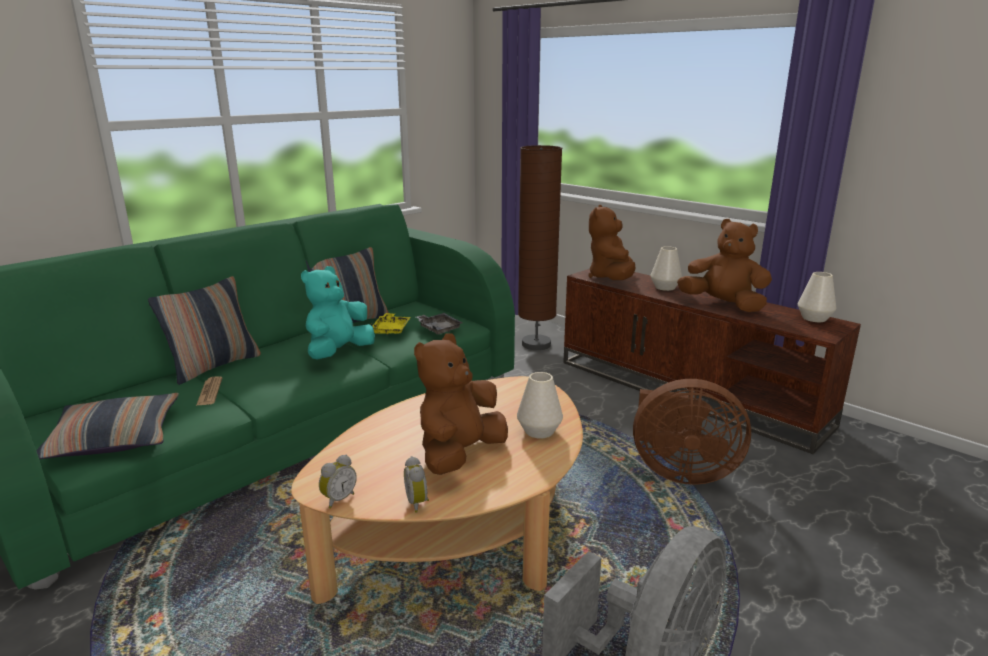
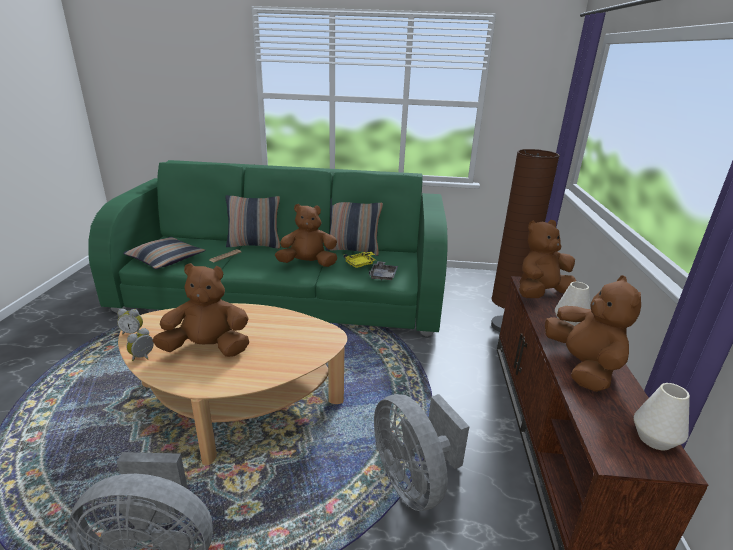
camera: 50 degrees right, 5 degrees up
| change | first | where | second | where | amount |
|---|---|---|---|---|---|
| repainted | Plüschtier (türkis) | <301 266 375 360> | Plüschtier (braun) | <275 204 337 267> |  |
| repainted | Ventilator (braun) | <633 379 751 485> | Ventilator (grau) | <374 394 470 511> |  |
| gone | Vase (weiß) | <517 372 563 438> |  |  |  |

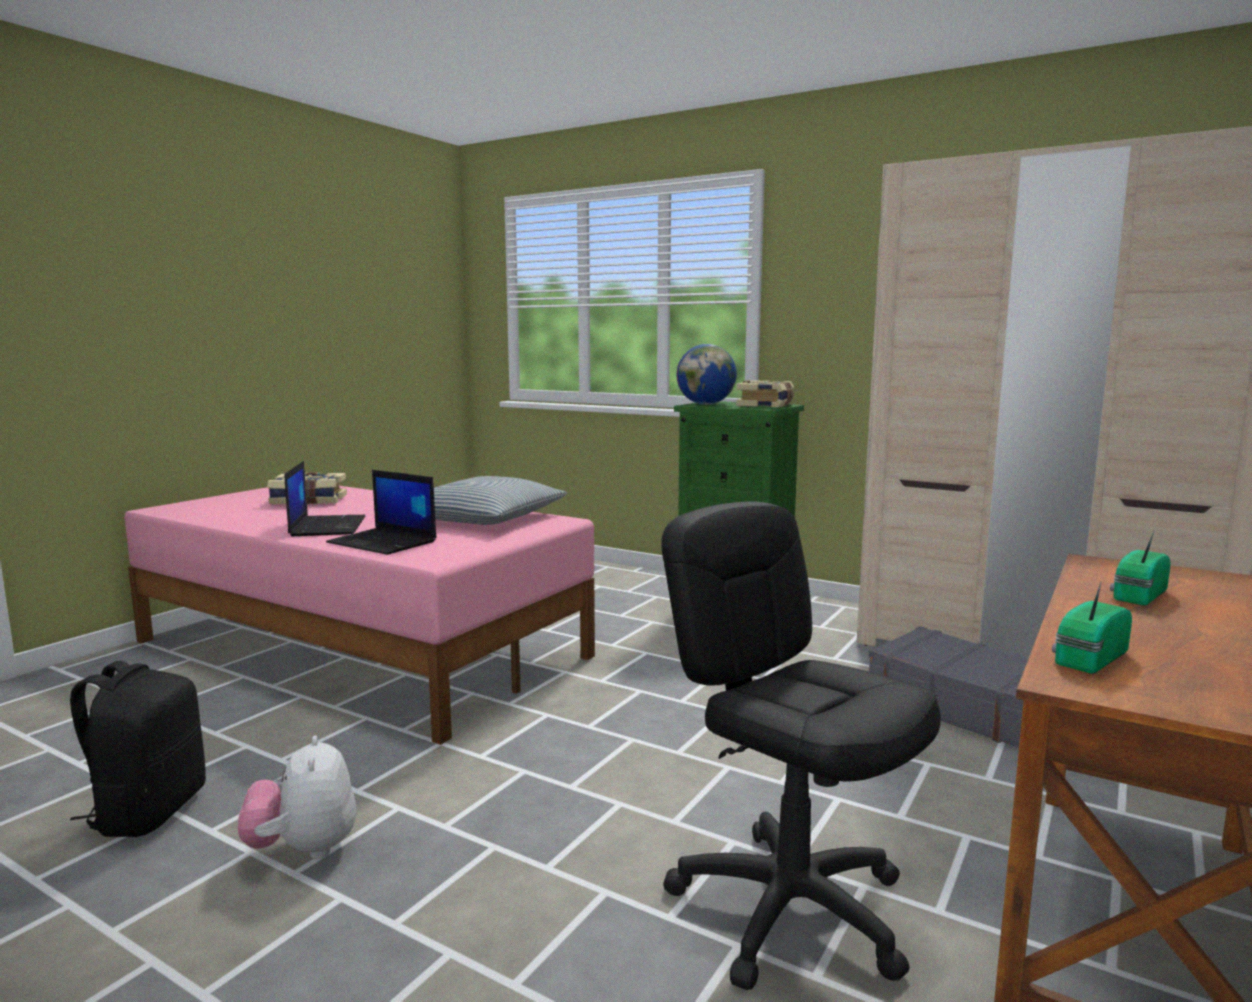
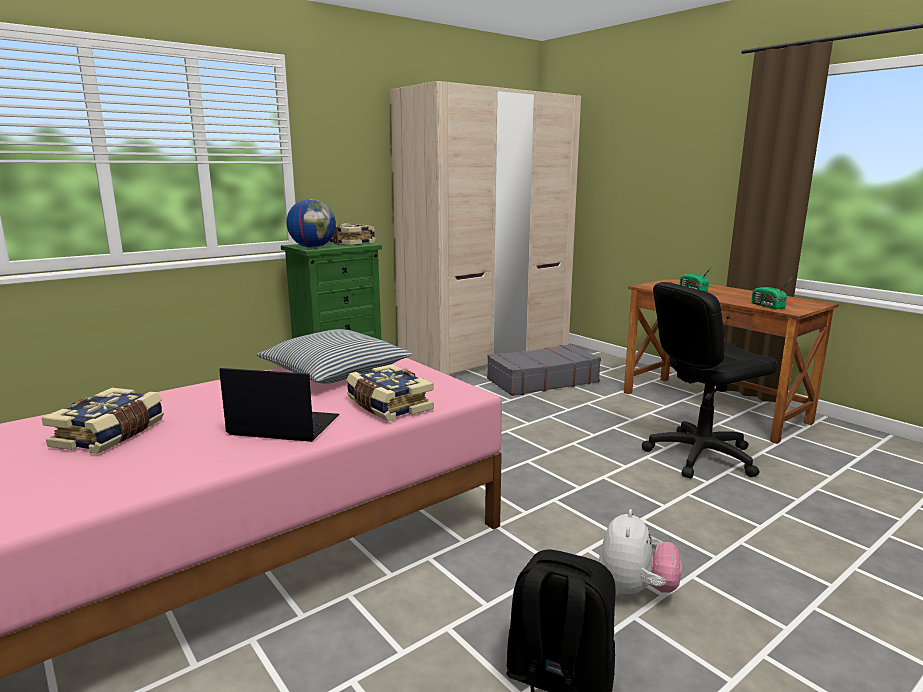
camera: 70 degrees left, 5 degrees up
| change | first | where | second | where | amount |
|---|---|---|---|---|---|
| swapped | Laptop | <326 470 436 555> | Buch | <346 364 434 422> |  |
| rotated | Plüschtier | <238 736 356 859> |  | <598 509 681 598> | 75 degrees counterclockwise |

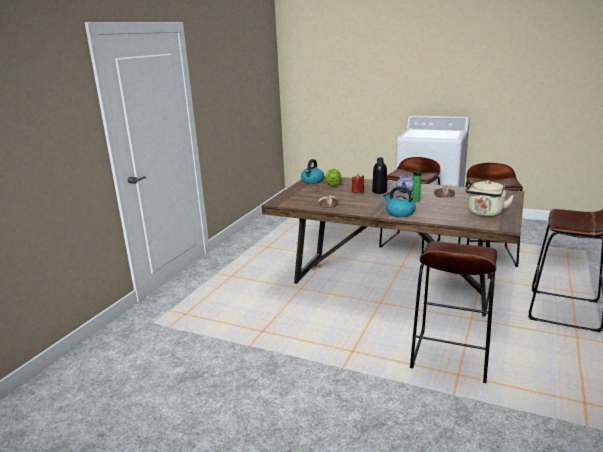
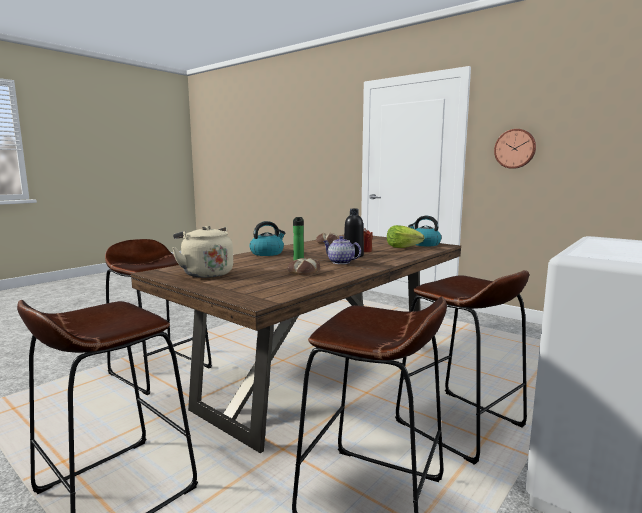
camera: 105 degrees right, 10 degrees down
| change | first | where | second | where | amount |
|---|---|---|---|---|---|
| new |  |  | Wanduhr | <494 129 536 169> |  |

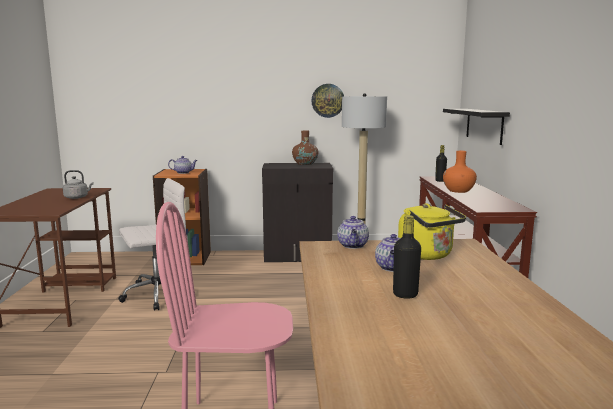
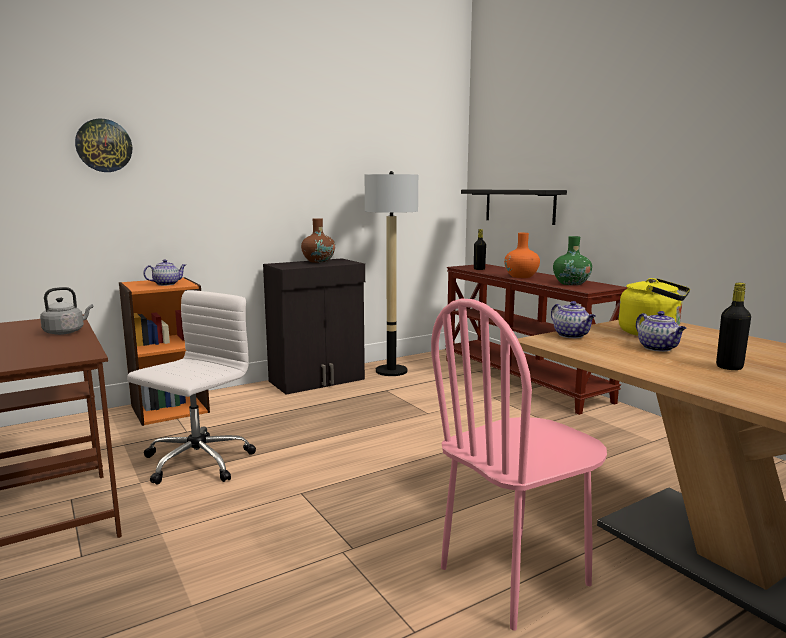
camera: 30 degrees left, 0 degrees up
| change | first | where | second | where | amount |
|---|---|---|---|---|---|
| shifted | Wanduhr | <312 84 344 118> |  | <75 119 132 172> |  |
| new |  |  | Vase (grün) | <553 236 592 285> |  |

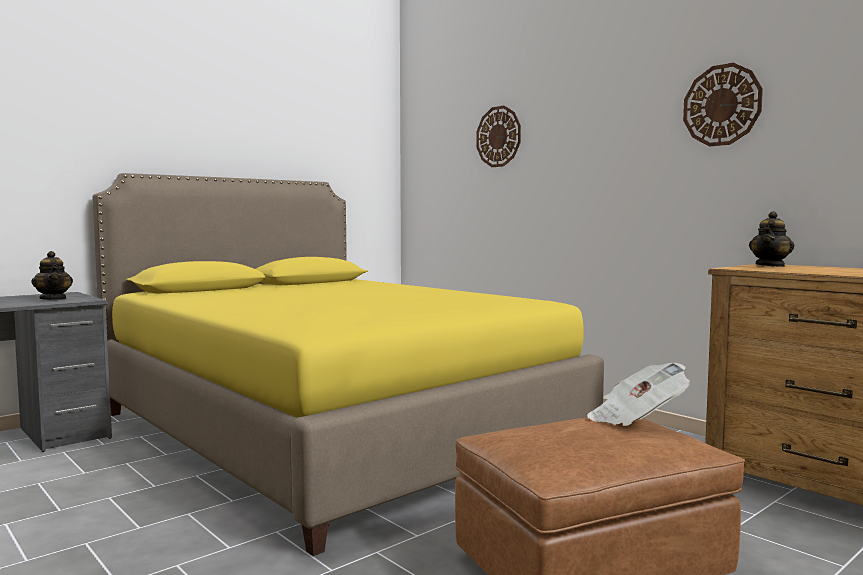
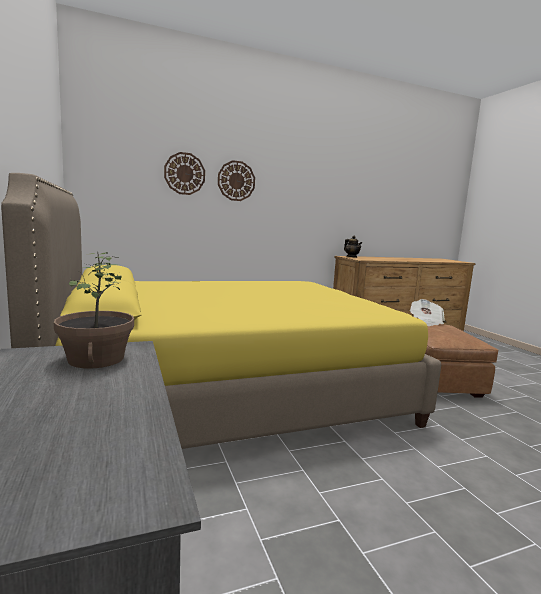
camera: 70 degrees left, 5 degrees up
| change | first | where | second | where | amount |
|---|---|---|---|---|---|
| swapped | Teekanne | <31 251 73 300> | Topfpflanze | <54 252 134 368> |  |
| shifted | Wanduhr | <683 63 763 146> |  | <218 160 255 201> |  |

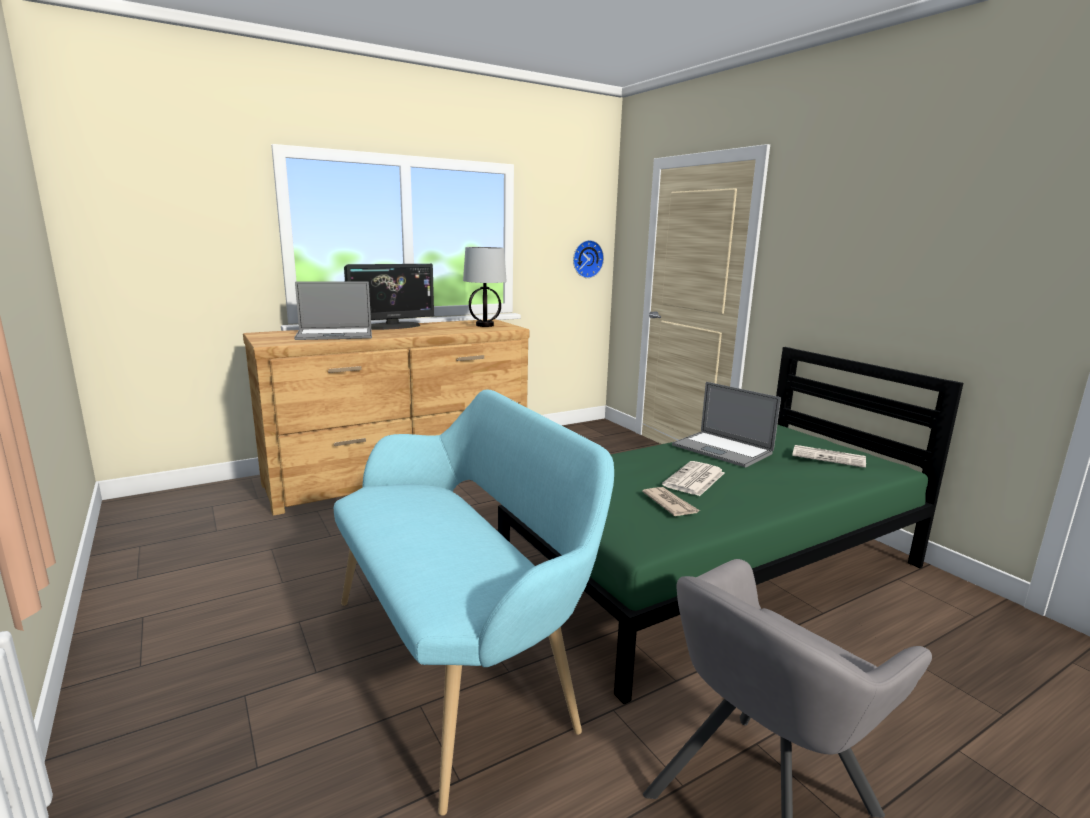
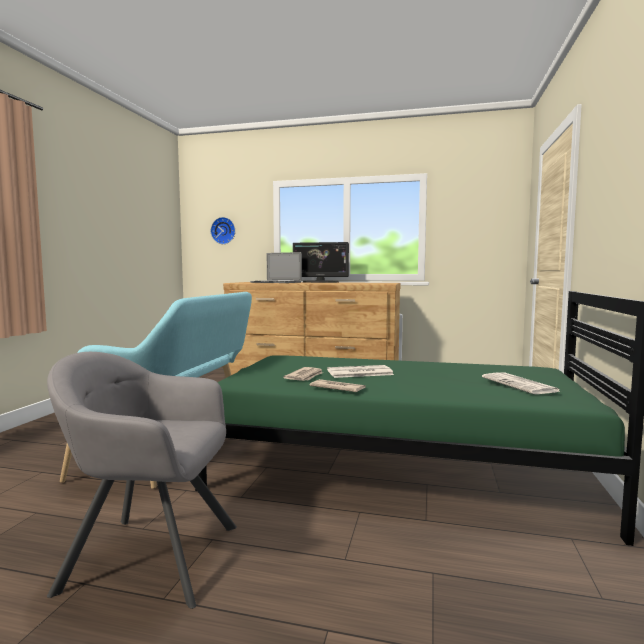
camera: 45 degrees right, 10 degrees down
| change | first | where | second | where | amount |
|---|---|---|---|---|---|
| shifted | Wanduhr | <573 240 604 278> |  | <211 217 235 244> |  |
| new |  |  | Zeitung | <309 379 366 392> |  |
| gone | Tischlampe | <463 247 507 327> |  |  |  |
| gone | Laptop | <672 382 781 468> |  |  |  |

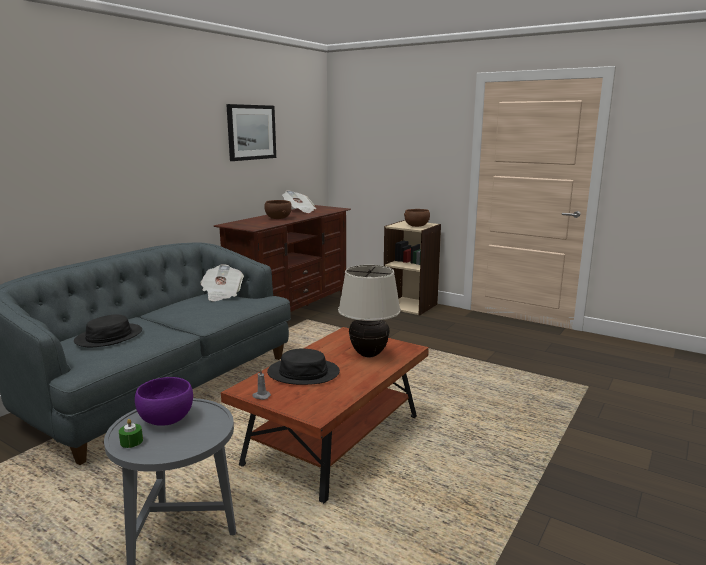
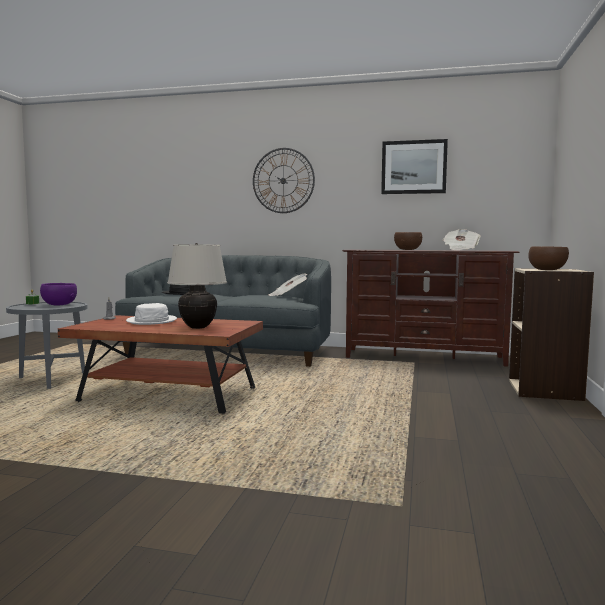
camera: 70 degrees right, 10 degrees down
| change | first | where | second | where | amount |
|---|---|---|---|---|---|
| repainted | Hut (schwarz) | <267 349 340 385> | Hut (weiß) | <126 303 177 325> |  |
| new |  |  | Wanduhr | <253 148 315 213> |  |

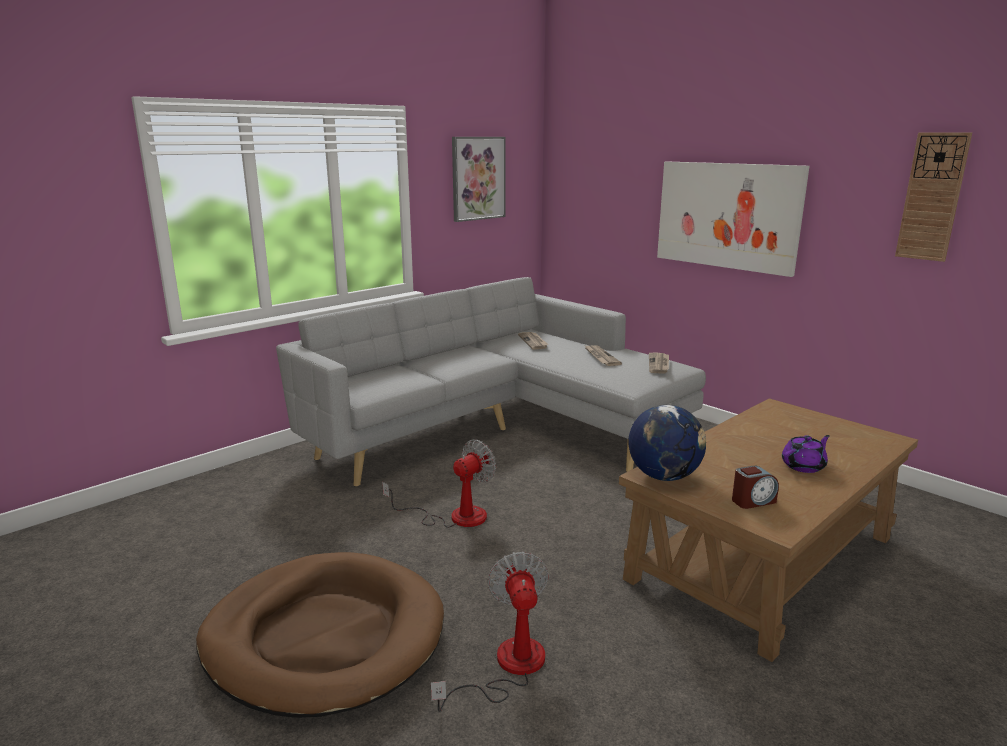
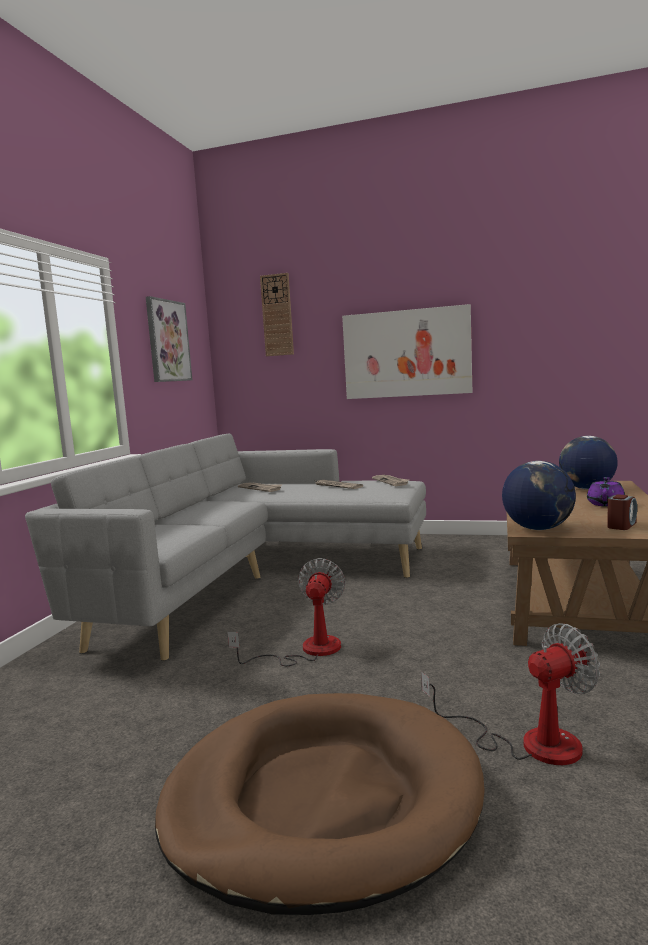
camera: 30 degrees left, 10 degrees down
| change | first | where | second | where | amount |
|---|---|---|---|---|---|
| shifted | Wanduhr | <895 132 972 262> |  | <260 273 294 356> |  |
| rotated | Ventilator | <431 552 548 712> |  | <421 623 600 765> | 105 degrees clockwise |
| new |  |  | Globus | <559 436 618 489> |  |

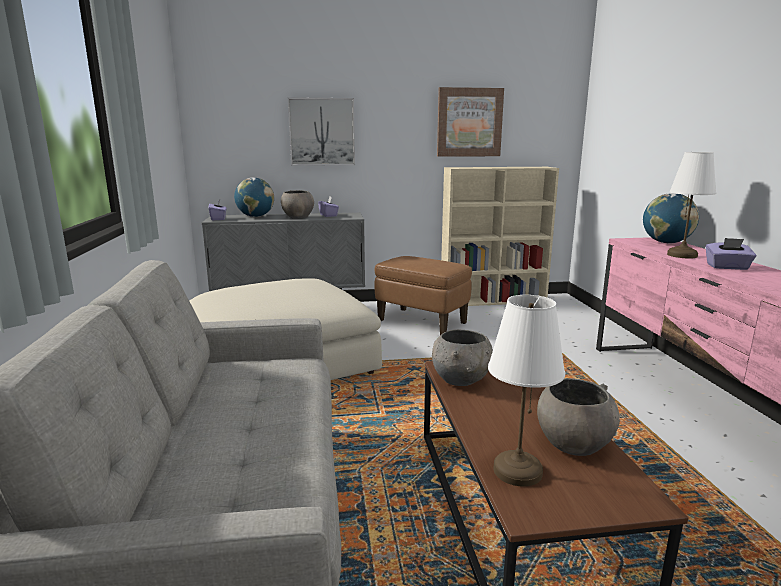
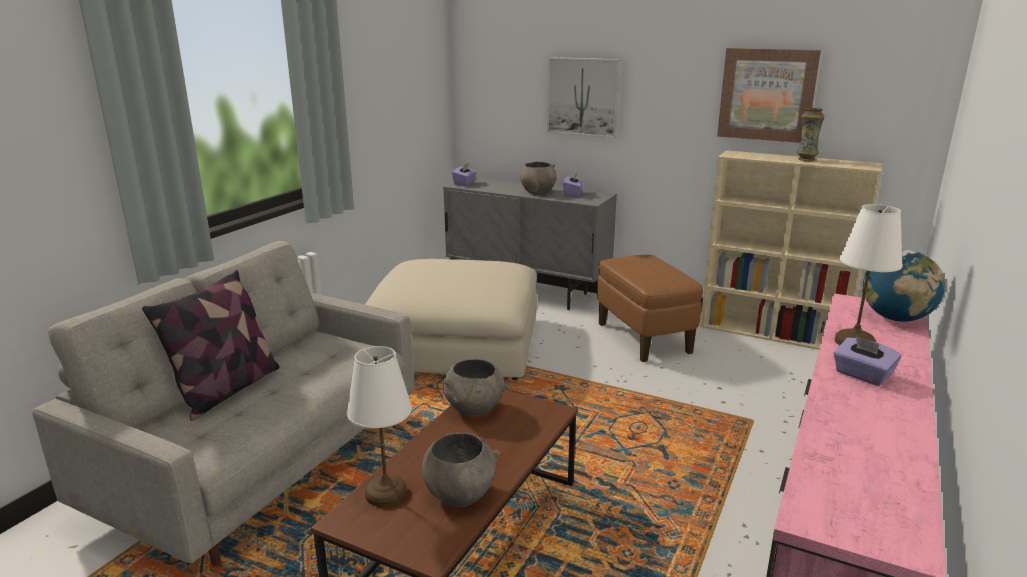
camera: 35 degrees right, 5 degrees up
| change | first | where | second | where | amount |
|---|---|---|---|---|---|
| new |  |  | Kissen | <142 270 280 421> |  |
| new |  |  | Vase | <797 108 825 161> |  |
| gone | Globus | <234 177 274 217> |  |  |  |

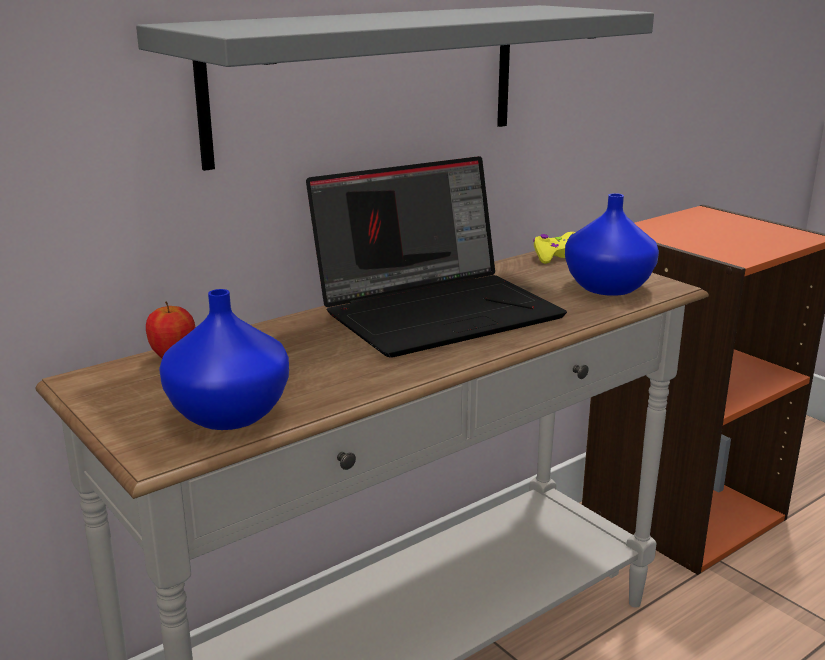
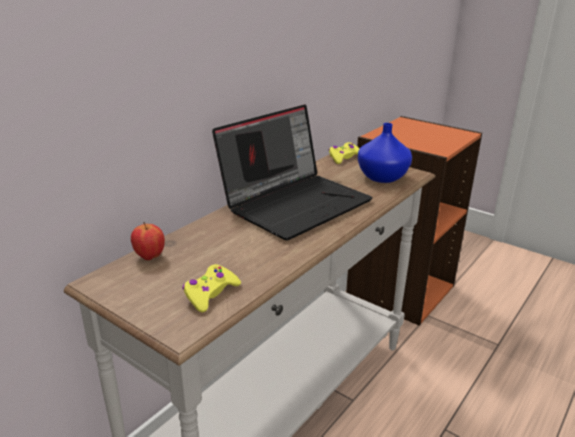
camera: 15 degrees left, 5 degrees up
| change | first | where | second | where | amount |
|---|---|---|---|---|---|
| swapped | Vase (blau) | <159 289 289 430> | Gamepad (gelb) | <183 264 241 312> |  |
| gone | Wandregal (grau) | <136 5 654 171> |  |  |  |

